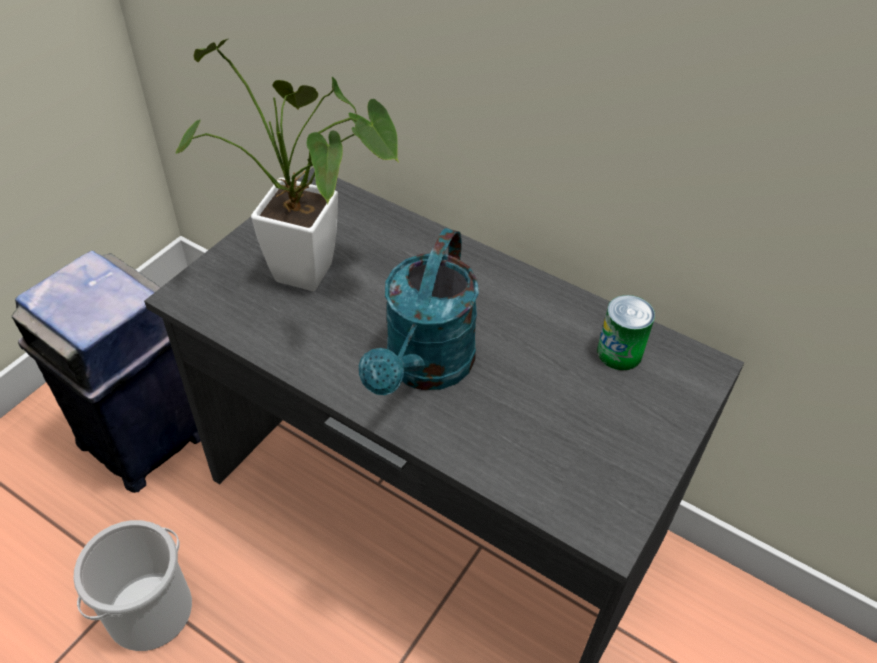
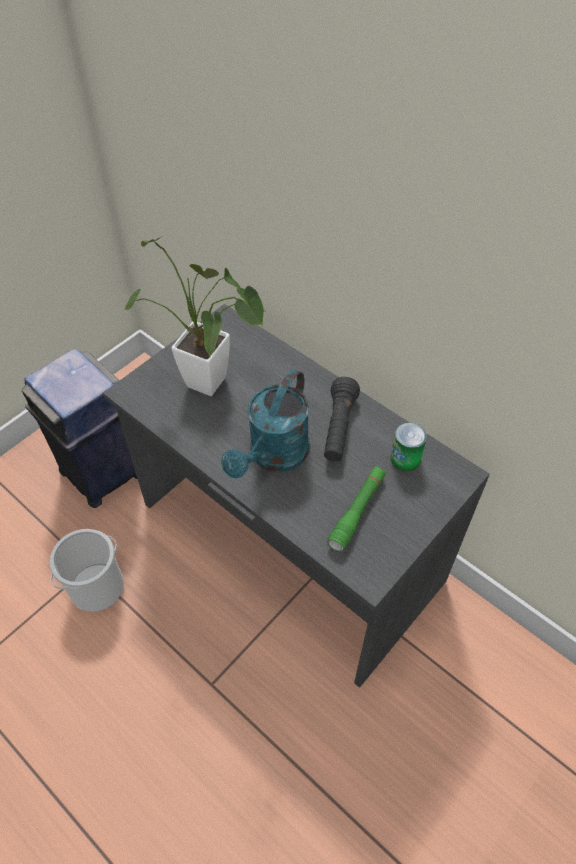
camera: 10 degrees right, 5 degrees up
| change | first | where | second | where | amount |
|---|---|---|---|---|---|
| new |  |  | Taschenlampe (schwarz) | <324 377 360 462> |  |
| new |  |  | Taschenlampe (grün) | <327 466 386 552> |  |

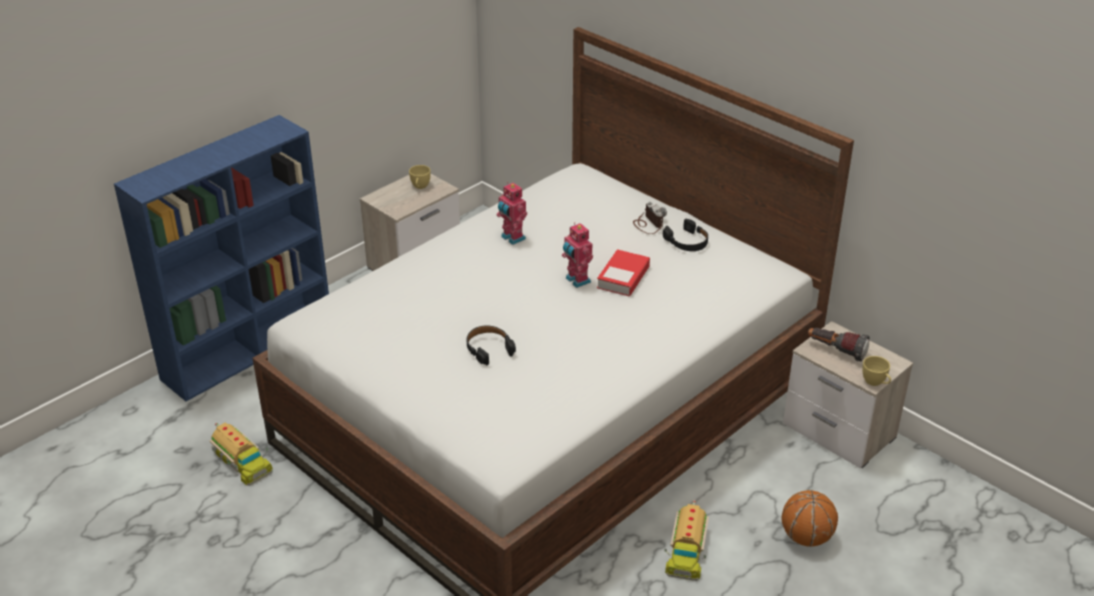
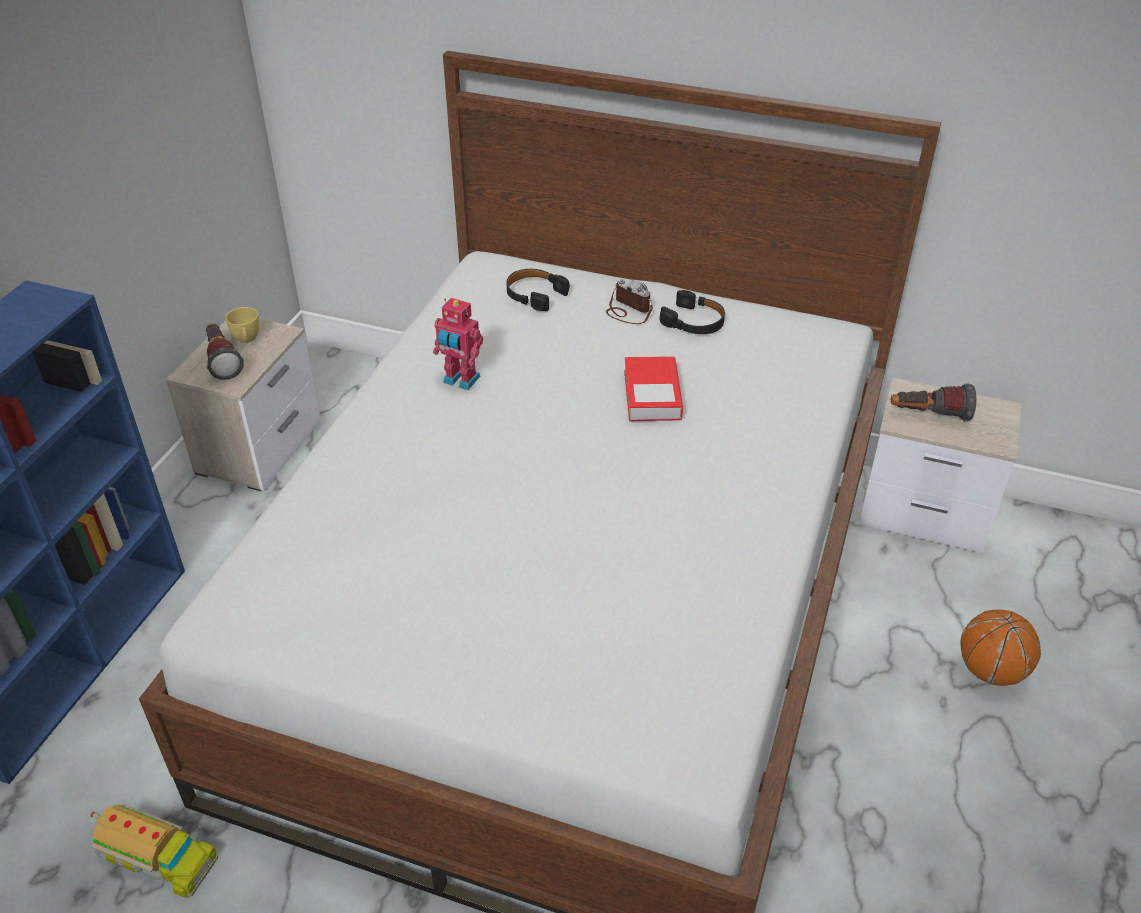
camera: 25 degrees left, 5 degrees up
| change | first | where | second | where | amount |
|---|---|---|---|---|---|
| new |  |  | Taschenlampe | <206 323 244 380> |  |
| shifted | Kopfhörer (schwarz) | <467 326 516 365> |  | <506 269 570 311> |  |
| gone | Spielzeugroboter | <562 222 593 288> |  |  |  |
| gone | Spielzeuglaster | <665 500 709 581> |  |  |  |
| gone | Tasse (gelb) | <863 356 891 386> |  |  |  |

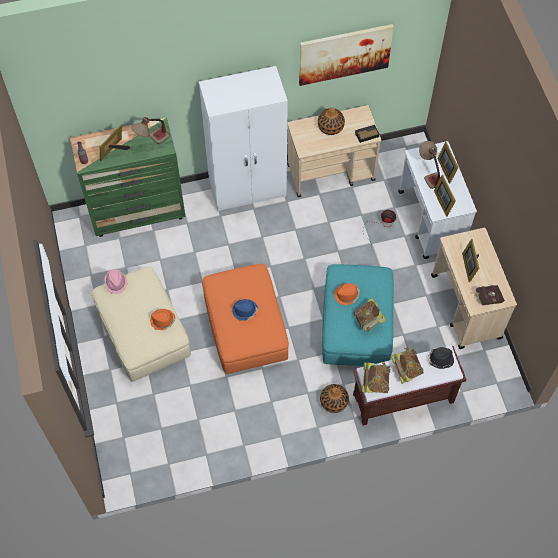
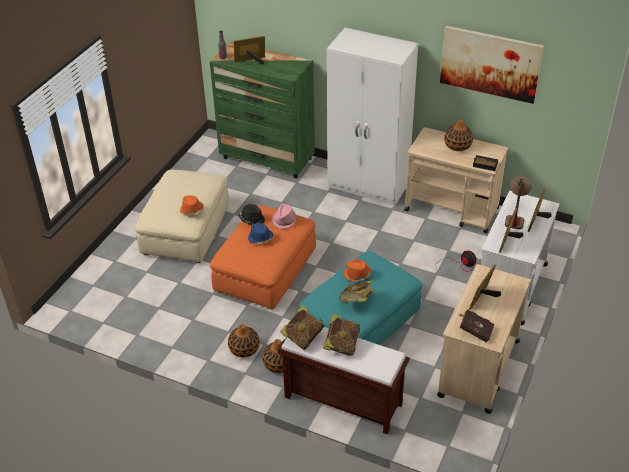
camera: 40 degrees right, 20 degrees down
| change | first | where | second | where | amount |
|---|---|---|---|---|---|
| new |  |  | Vase | <228 324 260 357> |  |
| shifted | Hut (schwarz) | <428 347 454 369> |  | <239 204 265 225> |  |
| shifted | Hut (rosa) | <104 269 128 294> |  | <272 204 297 229> |  |
| gone | Tischlampe | <131 117 170 144> |  |  |  |

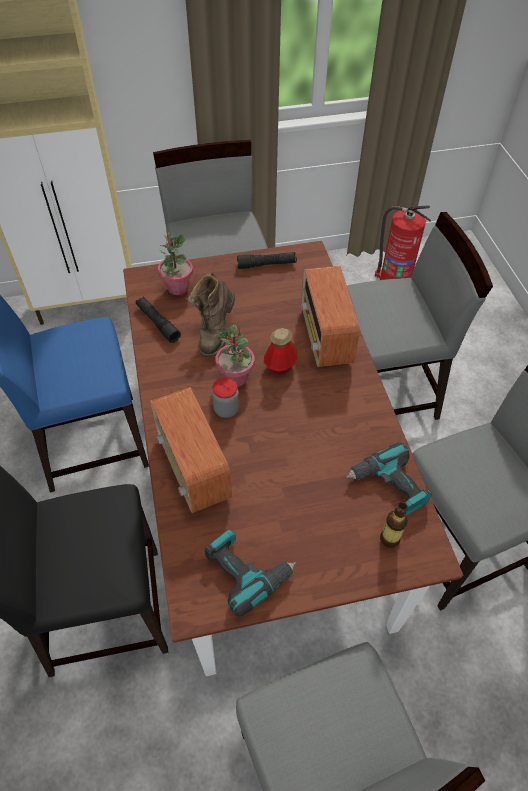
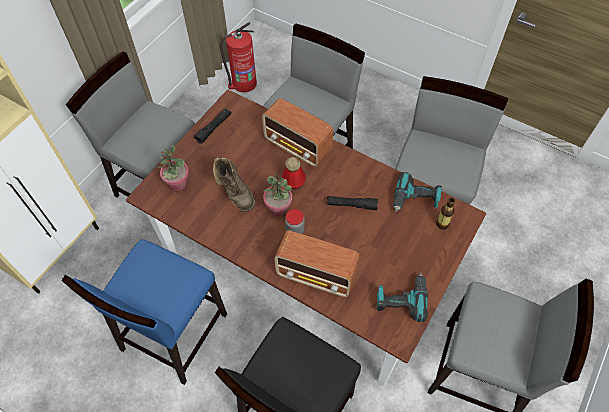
camera: 45 degrees left, 5 degrees up
| change | first | where | second | where | amount |
|---|---|---|---|---|---|
| shifted | Taschenlampe (schwarz) | <136 297 181 343> |  | <327 196 378 210> |  |

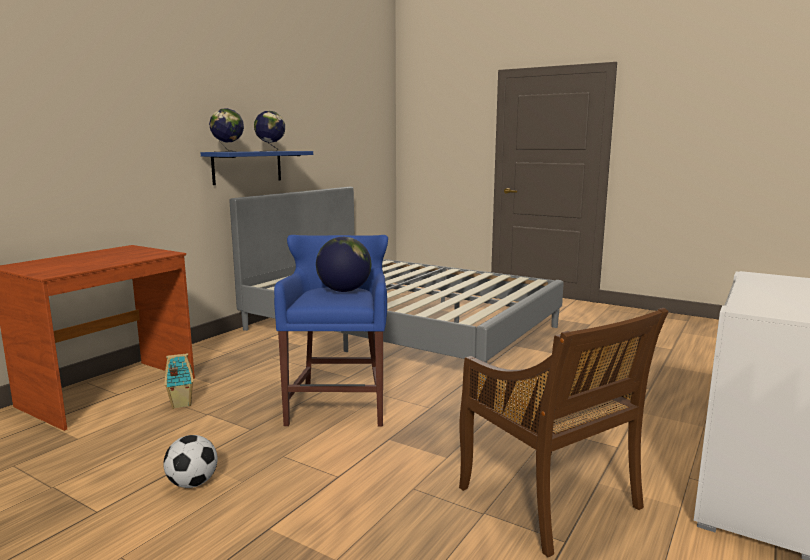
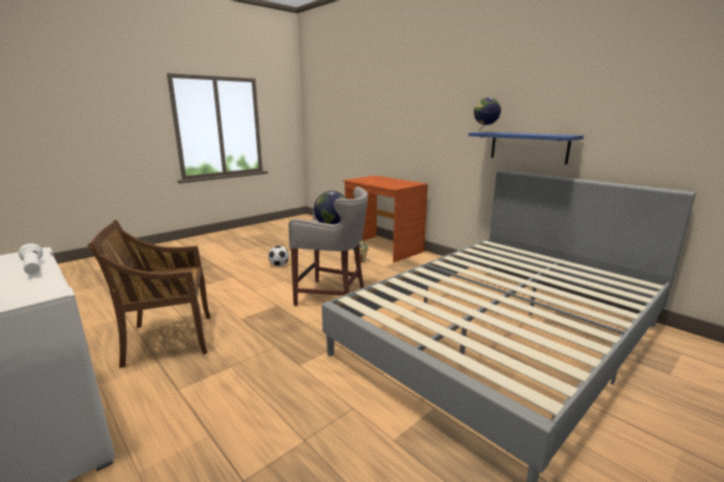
camera: 105 degrees right, 5 degrees up
| change | first | where | second | where | amount |
|---|---|---|---|---|---|
| new |  |  | Taschenlampe (weiß) | <18 243 43 274> |  |
| repainted | Hocker (blau) | <274 235 388 426> | Hocker (grau) | <289 187 368 306> |  |
| gone | Globus | <254 111 285 149> |  |  |  |

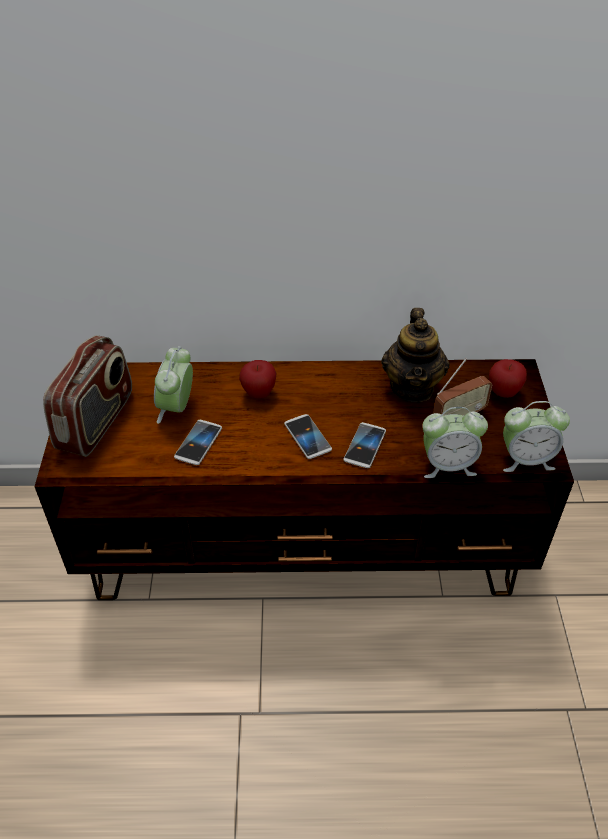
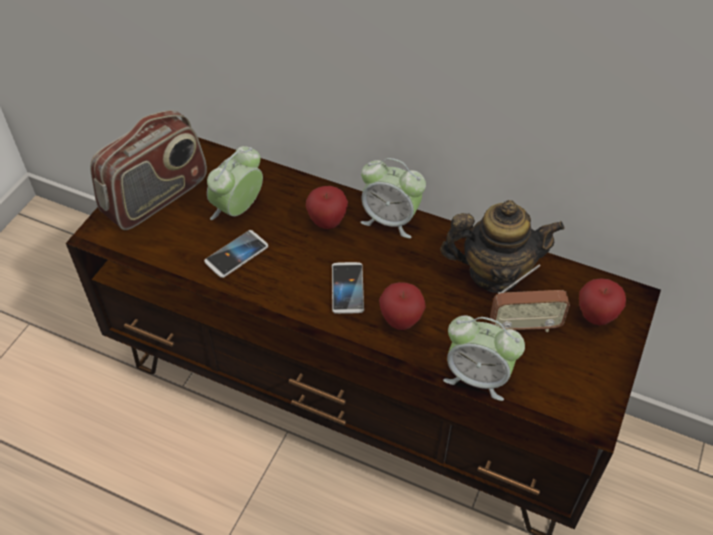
camera: 25 degrees right, 5 degrees up
| change | first | where | second | where | amount |
|---|---|---|---|---|---|
| shifted | Wecker | <503 401 570 472> |  | <360 158 426 238> |  |
| swapped | Handy | <343 422 386 468> | Apfel | <379 282 426 330> |  |
| rotated | Teekanne | <381 308 450 402> |  | <440 200 565 293> | 120 degrees counterclockwise |

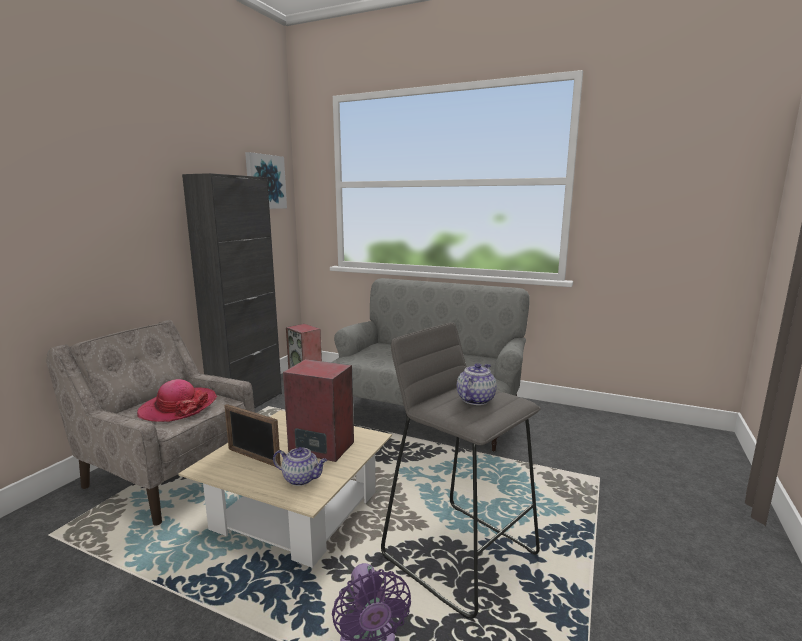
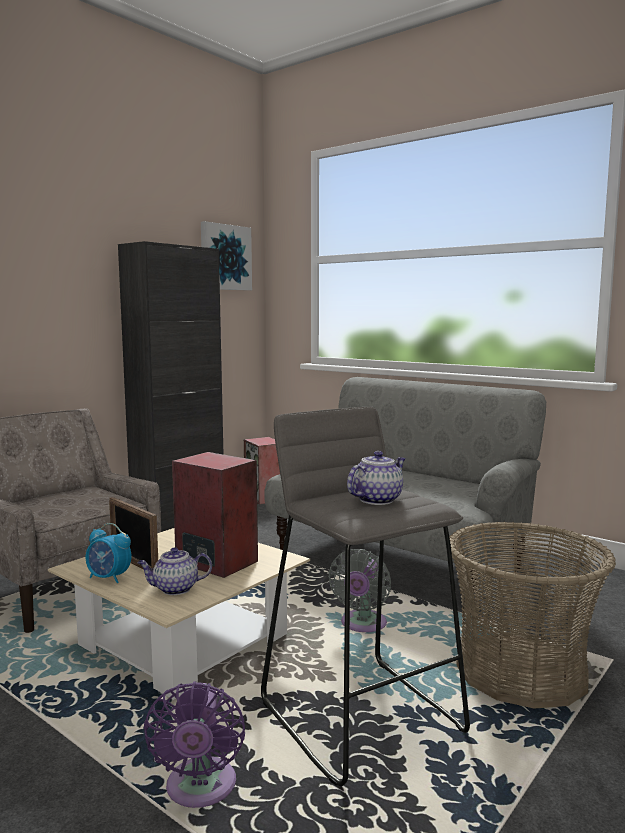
camera: 15 degrees right, 5 degrees down
| change | first | where | second | where | amount |
|---|---|---|---|---|---|
| new |  |  | Wecker | <86 523 131 583> |  |
| rotated | Teekanne | <273 447 327 486> |  | <137 547 212 595> | 135 degrees clockwise |
| new |  |  | Ventilator (grau) | <328 549 391 632> |  |
| new |  |  | Korb | <449 522 616 709> |  |
| gone | Hut | <137 379 217 422> |  |  |  |

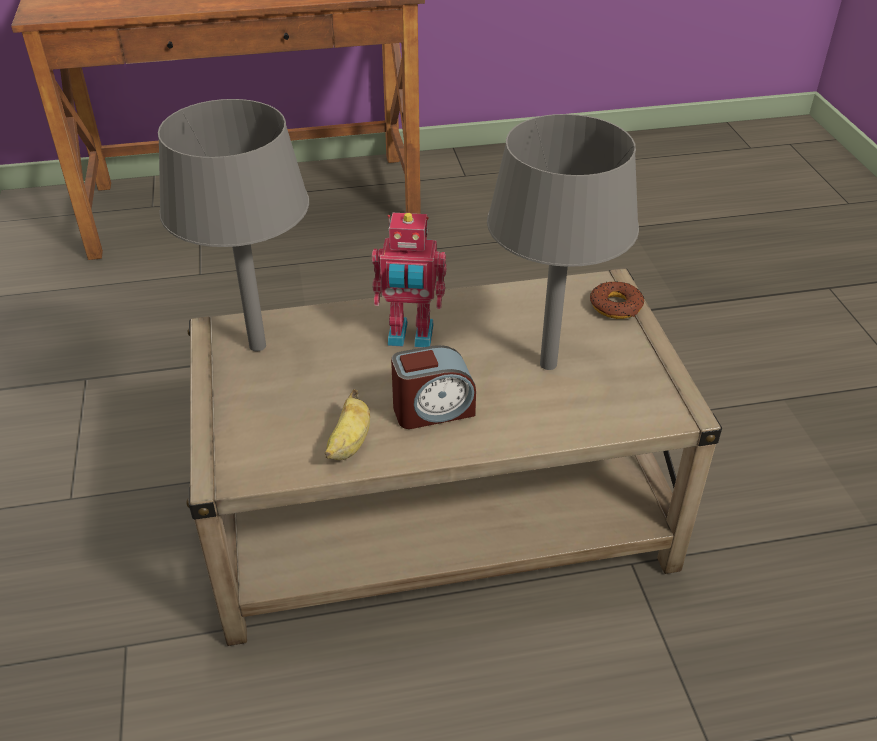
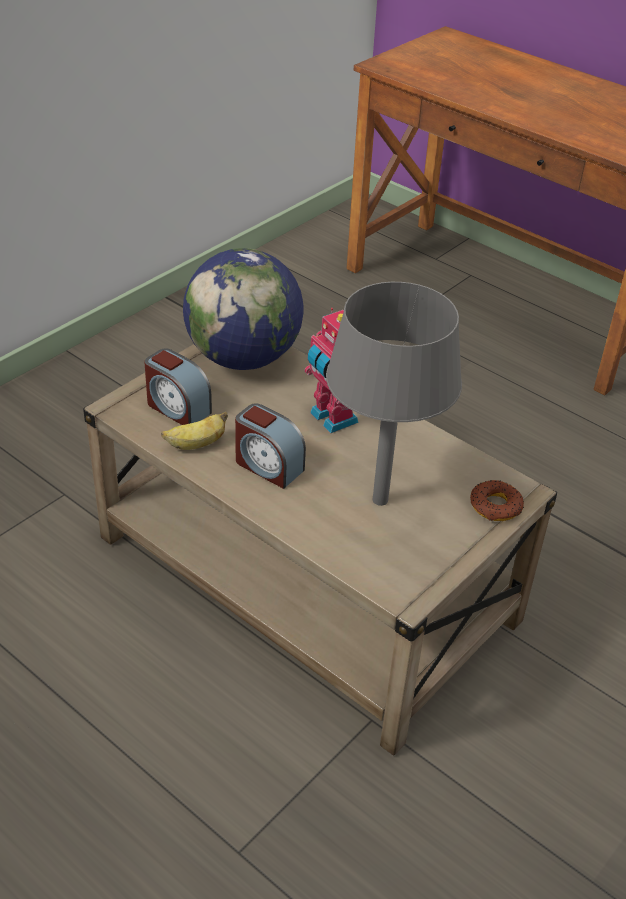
camera: 50 degrees right, 0 degrees up
| change | first | where | second | where | amount |
|---|---|---|---|---|---|
| new |  |  | Wecker | <144 348 212 425> |  |
| swapped | Tischlampe (grau) | <158 99 309 351> | Globus | <183 248 304 370> |  |

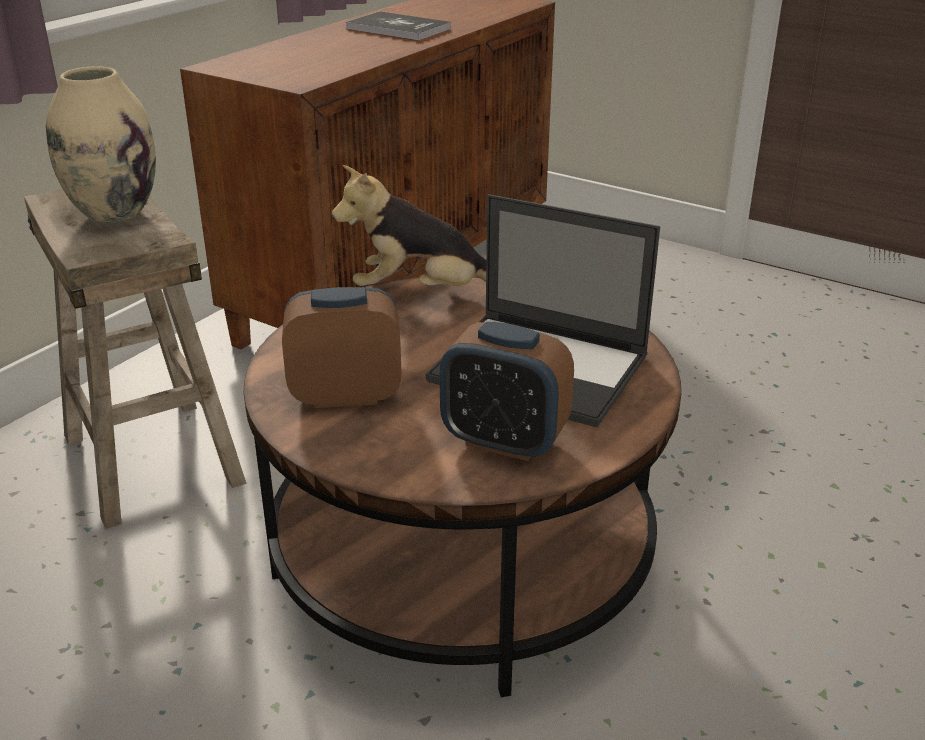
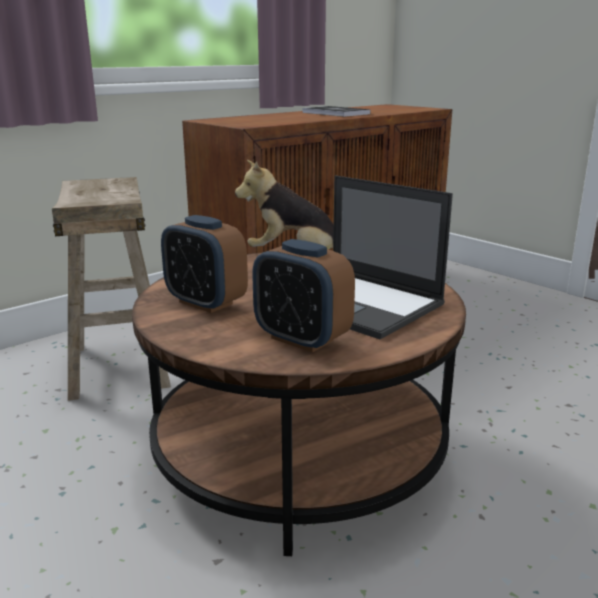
camera: 15 degrees right, 10 degrees down
| change | first | where | second | where | amount |
|---|---|---|---|---|---|
| rotated | Wecker | <282 287 402 408> |  | <161 215 248 313> | 150 degrees counterclockwise |
| gone | Vase (beige) | <46 66 156 222> |  |  |  |

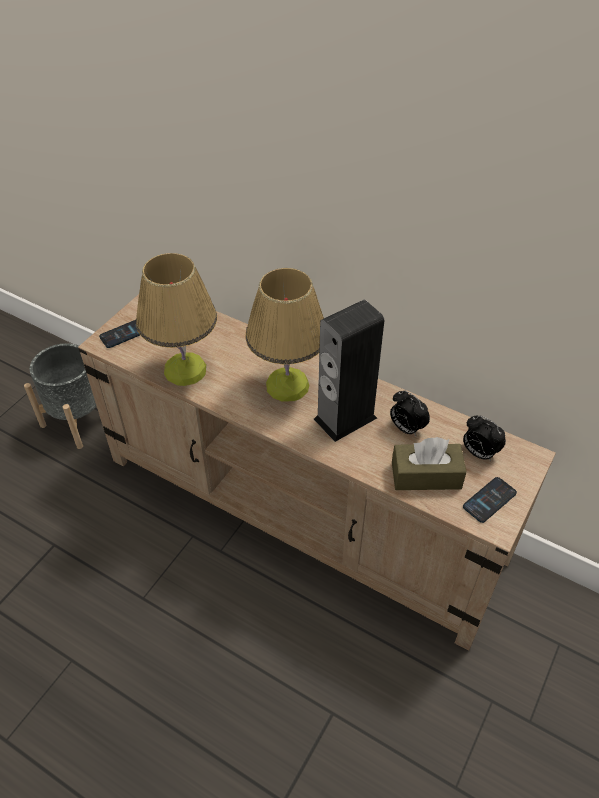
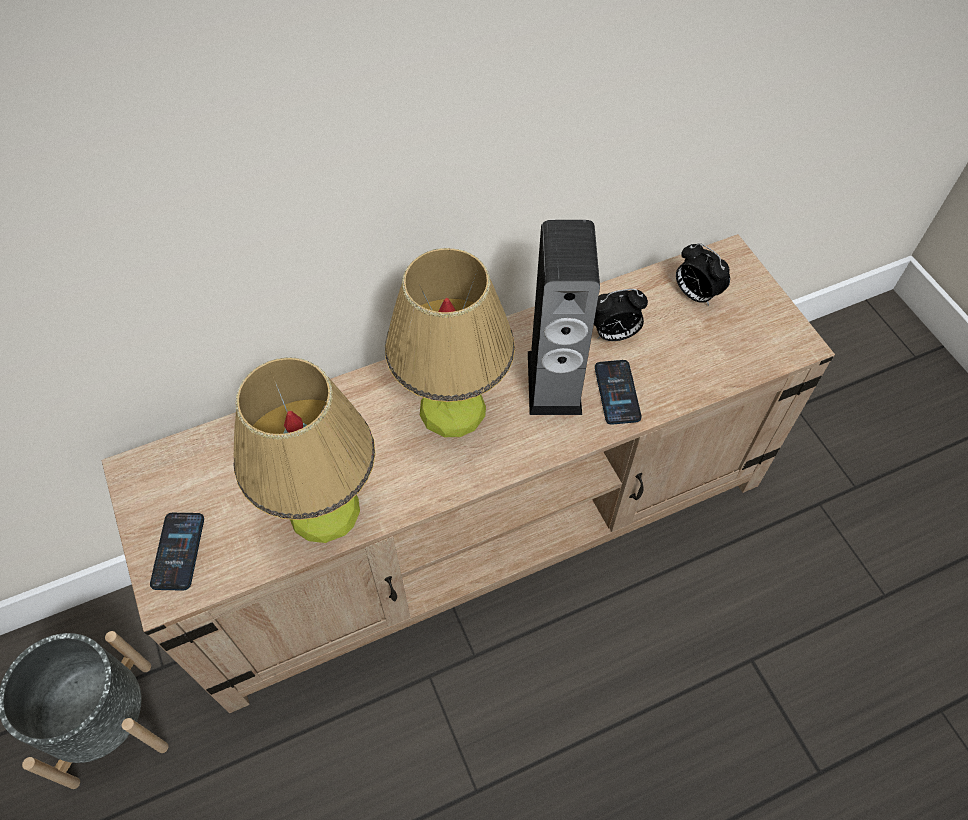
camera: 55 degrees left, 10 degrees up
| change | first | where | second | where | amount |
|---|---|---|---|---|---|
| shifted | Handy | <463 477 517 523> |  | <595 360 642 425> |  |
| rotated | Wecker | <463 416 506 461> |  | <676 243 730 306> | 60 degrees clockwise |
| gone | Taschentuchbox (braun) | <392 437 467 490> |  |  |  |

